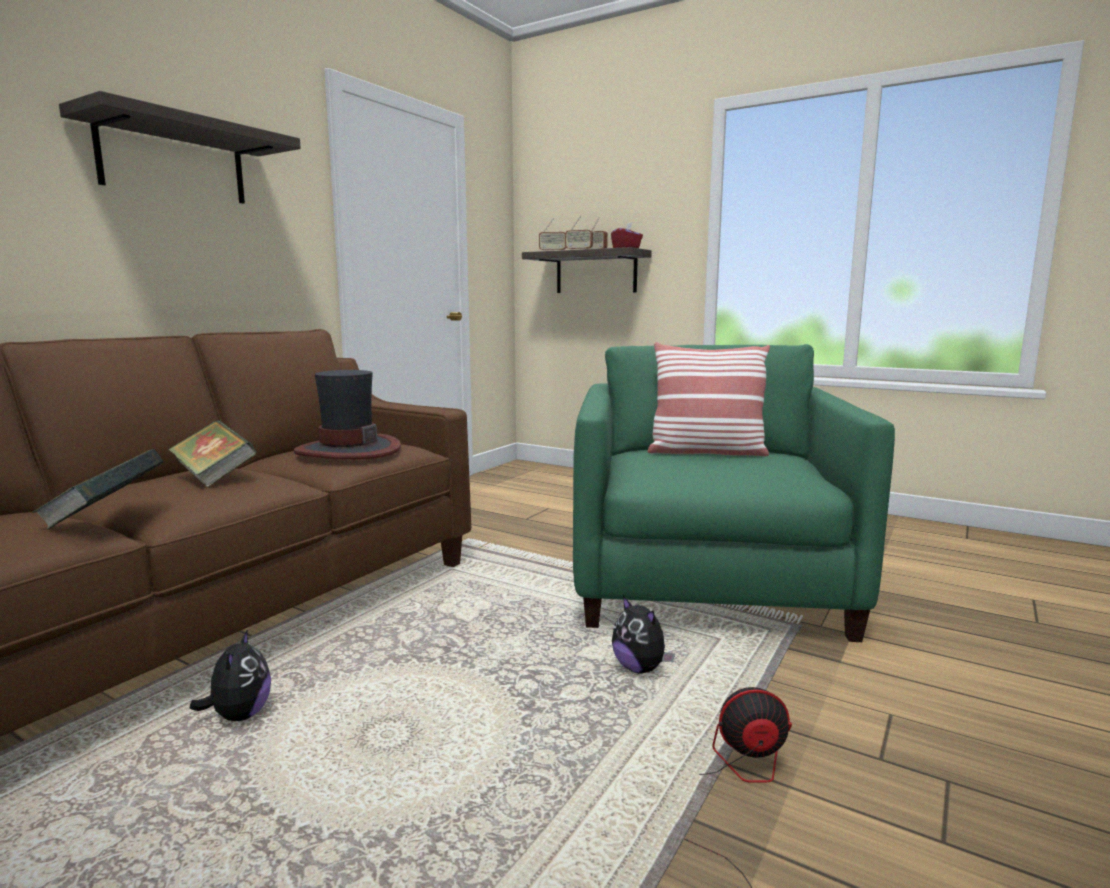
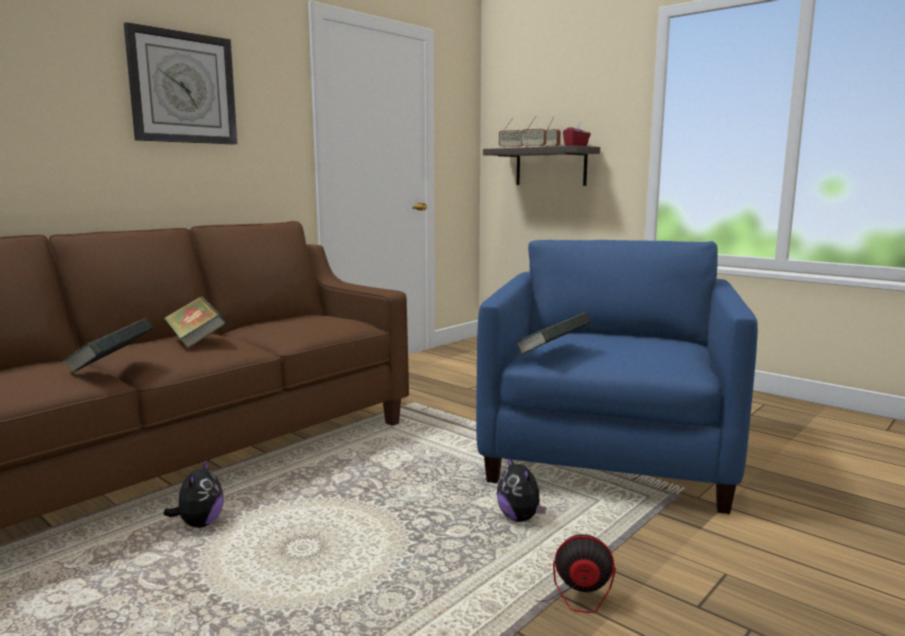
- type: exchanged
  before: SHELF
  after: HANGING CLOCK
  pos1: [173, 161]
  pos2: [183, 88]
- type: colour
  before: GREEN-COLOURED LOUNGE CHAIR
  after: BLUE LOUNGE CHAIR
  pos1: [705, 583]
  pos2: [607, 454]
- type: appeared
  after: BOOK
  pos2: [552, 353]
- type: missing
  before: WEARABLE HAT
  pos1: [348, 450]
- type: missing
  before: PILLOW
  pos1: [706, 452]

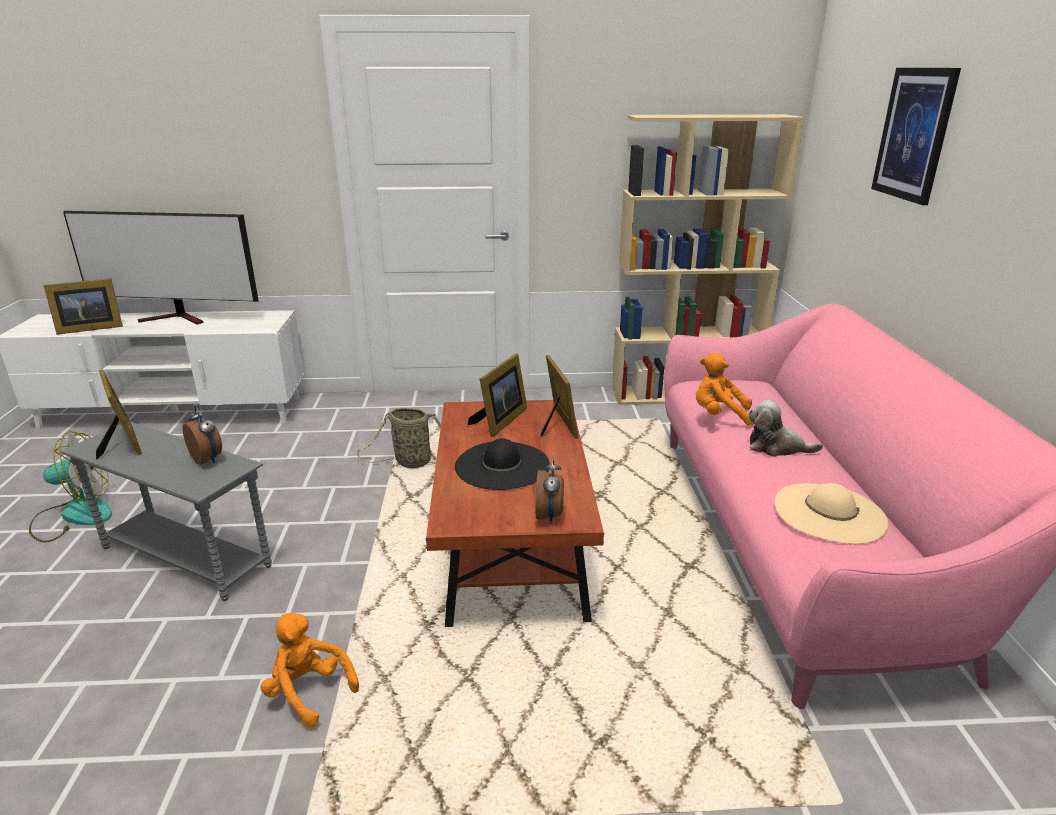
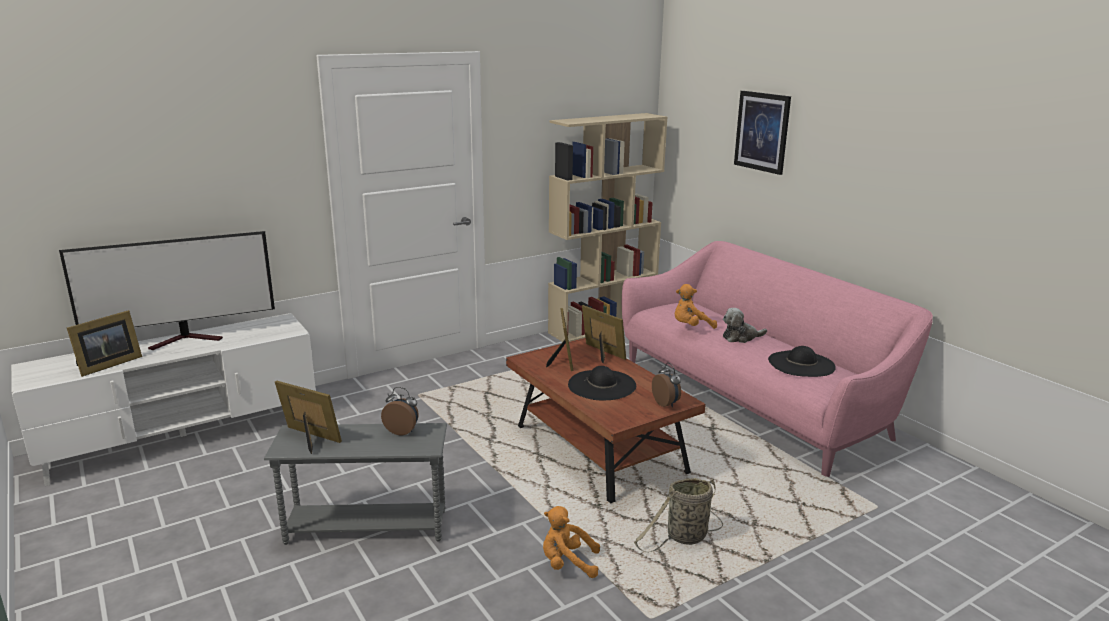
- type: relocated
  before: STORAGE BASKET
  pos1: [410, 462]
  pos2: [684, 538]
- type: colour
  before: SAND-COLOURED WEARABLE HAT
  after: BLACK WEARABLE HAT
  pos1: [829, 512]
  pos2: [801, 364]
- type: missing
  before: ELECTRIC FAN
  pos1: [74, 515]

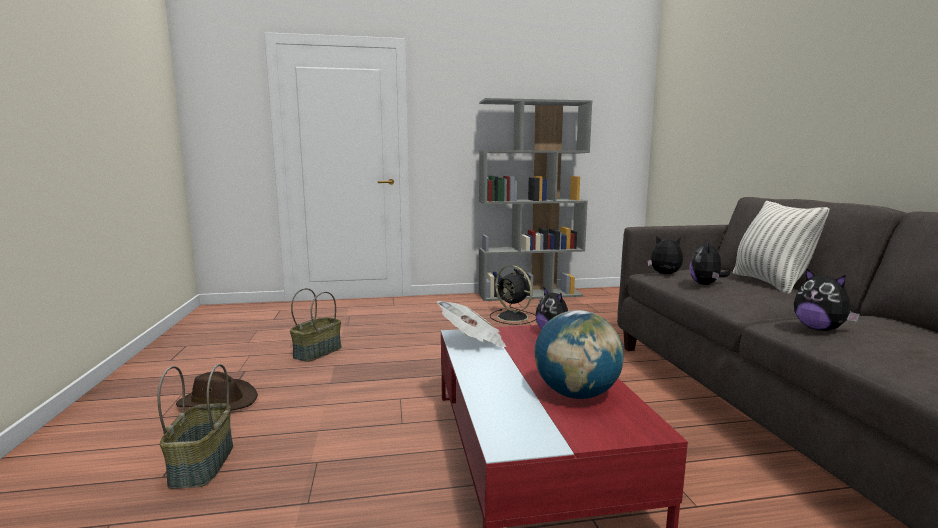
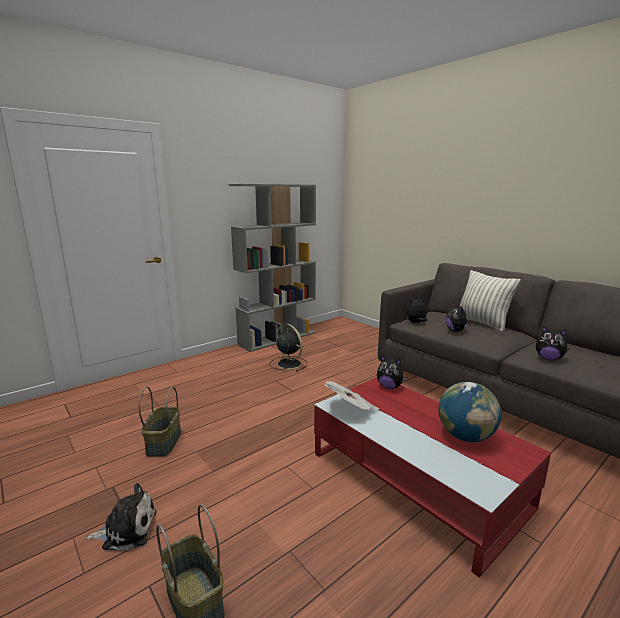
- type: exchanged
  before: BROWN-COLOURED WEARABLE HAT
  after: SOFT TOY
  pos1: [218, 401]
  pos2: [126, 529]
- type: spun
  before: BLACK ELECTRIC FAN
  pos1: [513, 317]
  pos2: [288, 363]
  turn: -150

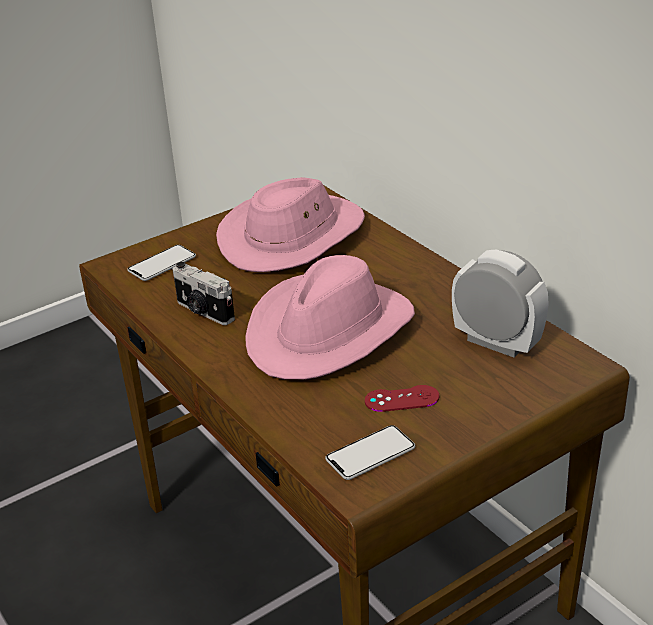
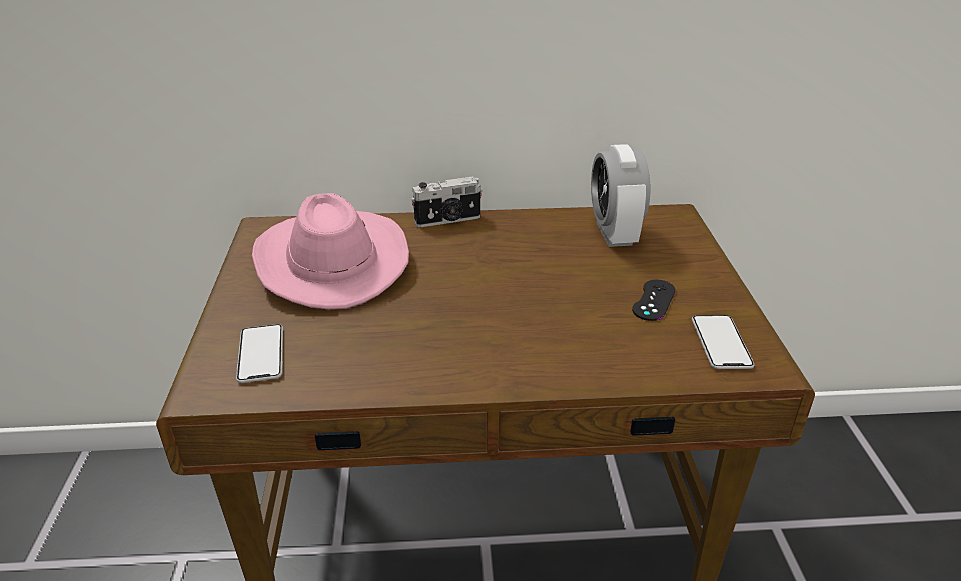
- type: relocated
  before: PHOTO CAMERA
  pos1: [204, 312]
  pos2: [448, 220]
- type: spun
  before: BEDSIDE CLOCK
  pos1: [496, 342]
  pos2: [614, 234]
  turn: -75
- type: colour
  before: RED JOYPAD
  after: BLACK JOYPAD
  pos1: [402, 399]
  pos2: [654, 300]
- type: missing
  before: PINK WEARABLE HAT
  pos1: [329, 332]

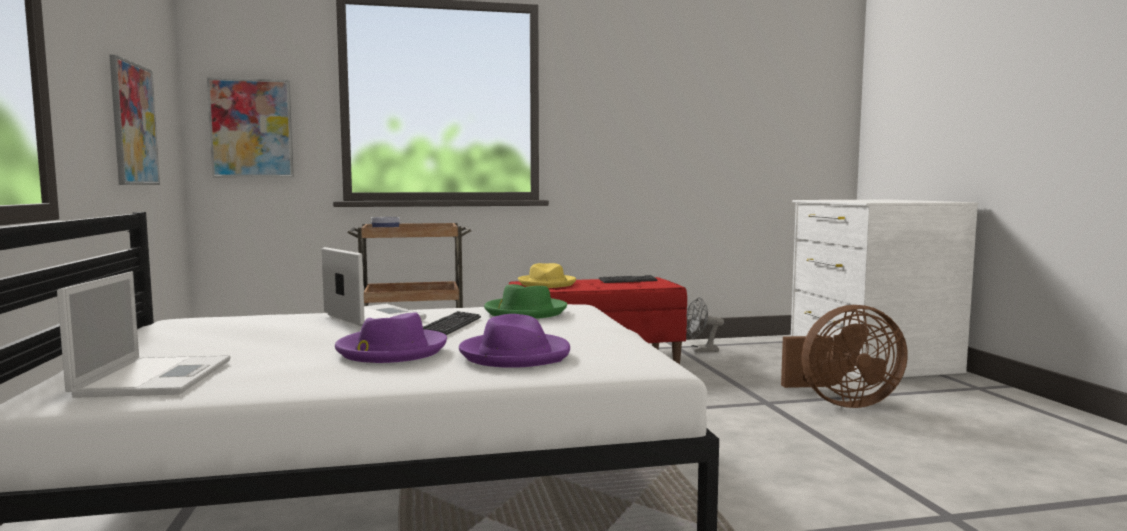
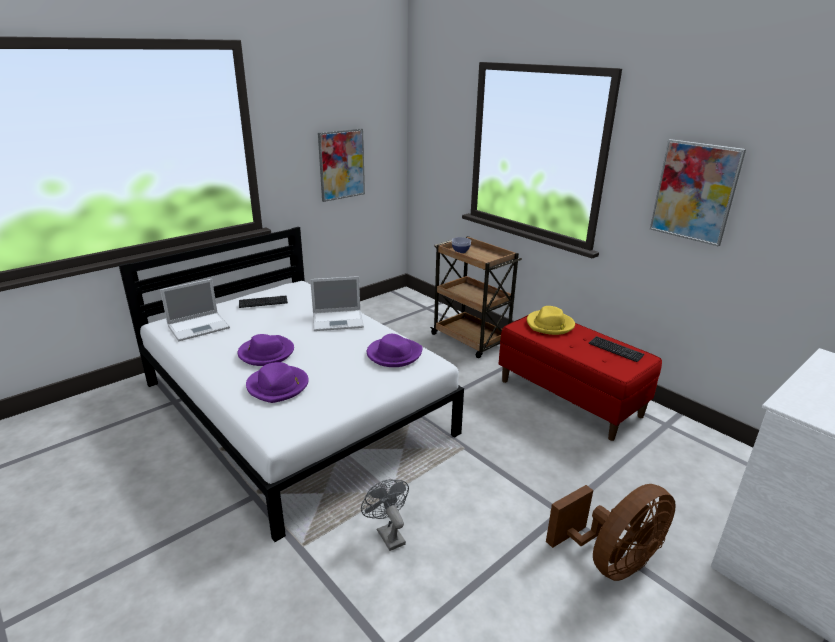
- type: relocated
  before: PC KEYBOARD
  pos1: [451, 325]
  pos2: [263, 302]
- type: spun
  before: NOTEBOOK COMPUTER
  pos1: [373, 317]
  pos2: [339, 320]
  turn: 60
- type: relocated
  before: GRAY ELECTRIC FAN
  pos1: [700, 350]
  pos2: [388, 534]
- type: colour
  before: GREEN-COLOURED WEARABLE HAT
  after: PURPLE-COLOURED WEARABLE HAT
  pos1: [525, 312]
  pos2: [394, 354]
- type: spun
  before: BROWN-COLOURED ELECTRIC FAN
  pos1: [841, 402]
  pos2: [611, 561]
  turn: -90
- type: relocated
  before: PICTURE
  pos1: [251, 128]
  pos2: [695, 192]

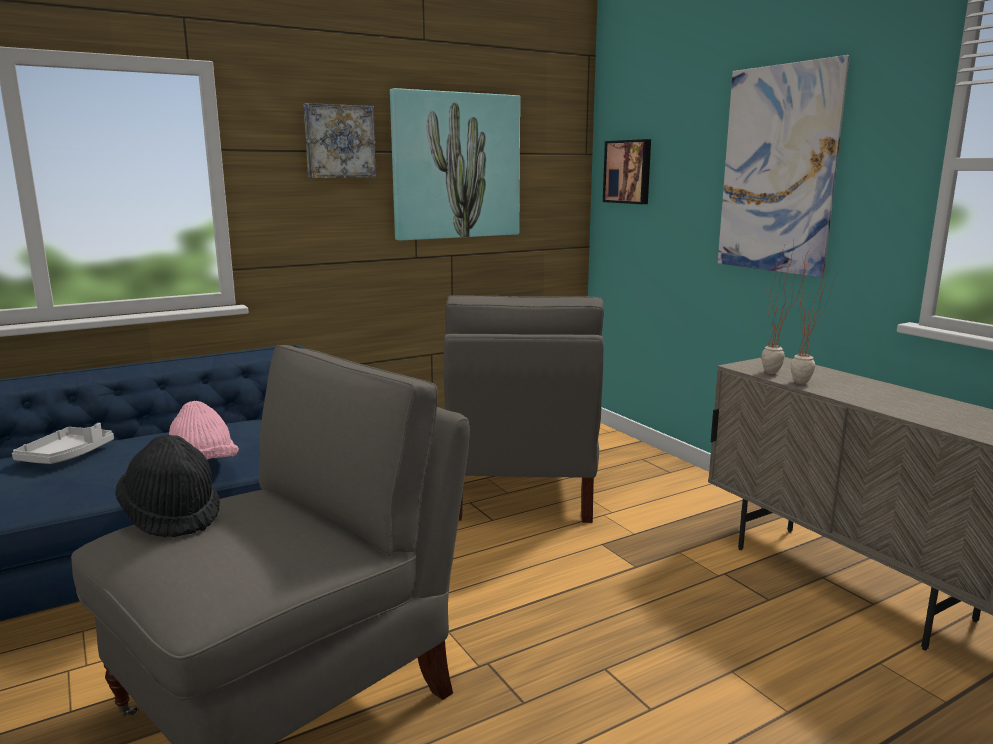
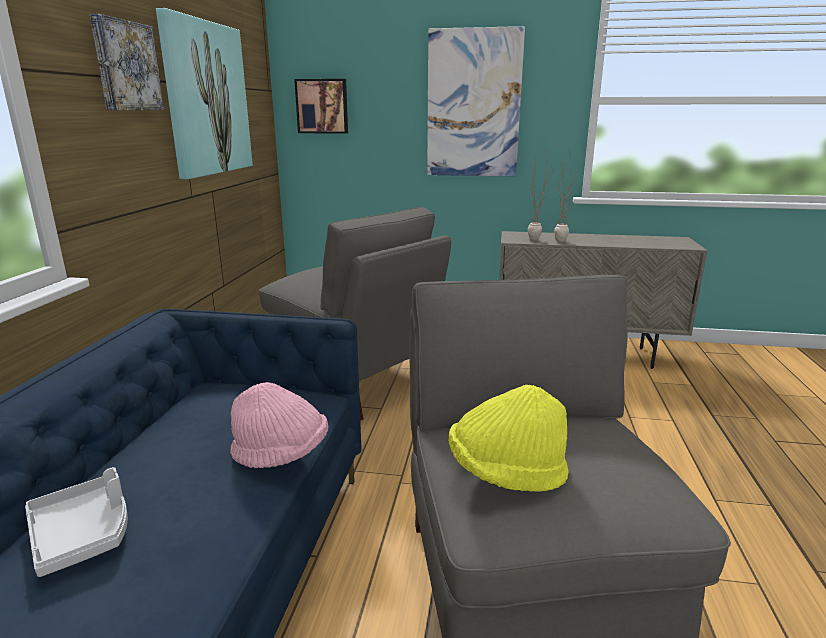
- type: colour
  before: BLACK WEARABLE HAT
  after: YELLOWISH WEARABLE HAT
  pos1: [172, 516]
  pos2: [506, 472]

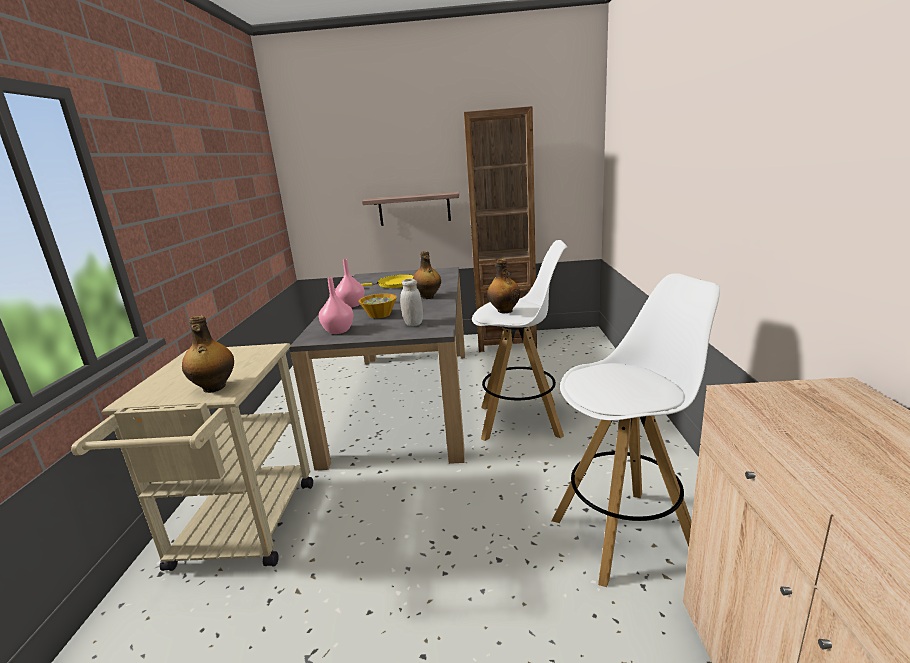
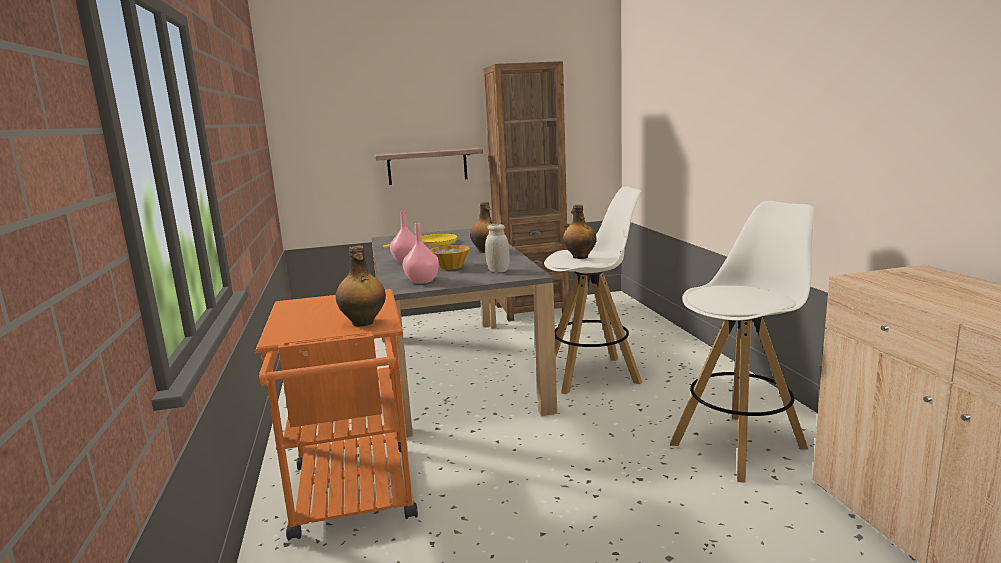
- type: colour
  before: SAND-COLOURED WHEELED CART
  after: ORANGEY WHEELED CART
  pos1: [240, 534]
  pos2: [354, 499]

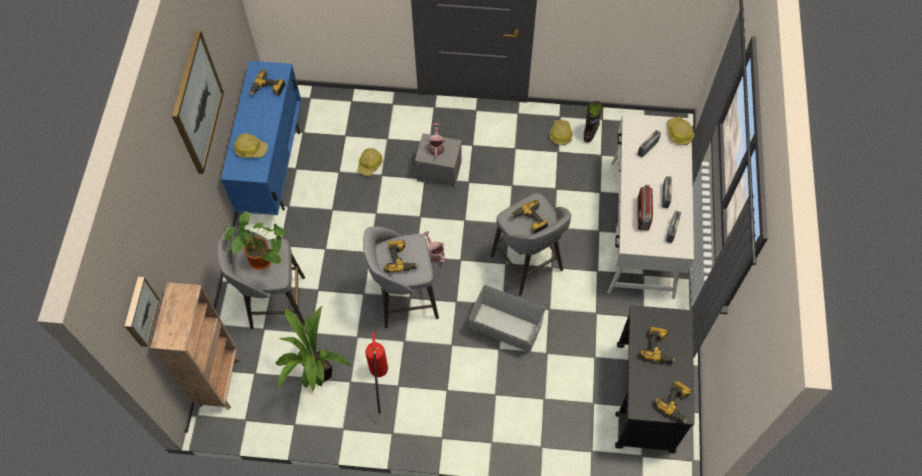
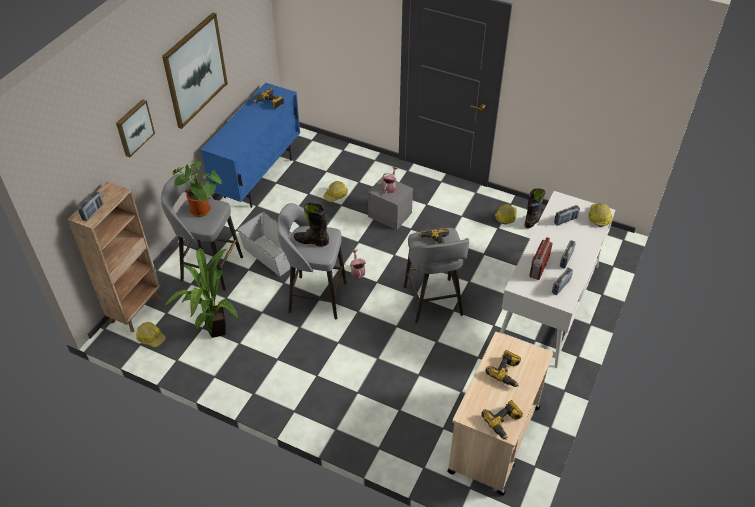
- type: appeared
  after: RADIO RECEIVER
  pos2: [93, 212]
- type: relocated
  before: PICTURE
  pos1: [139, 311]
  pos2: [134, 127]
- type: relocated
  before: SAFETY HELMET
  pos1: [250, 149]
  pos2: [151, 337]
- type: relocated
  before: GRAY STORAGE CONTAINER
  pos1: [505, 328]
  pos2: [271, 255]
- type: exchanged
  before: POWER DRILL
  after: BLACK BOOT
  pos1: [400, 259]
  pos2: [311, 241]
- type: colour
  before: BLACK WHEELED CART
  after: SAND-COLOURED WHEELED CART
  pos1: [644, 398]
  pos2: [494, 439]
- type: missing
  before: FIRE EXTINGUISHER
  pos1: [379, 379]

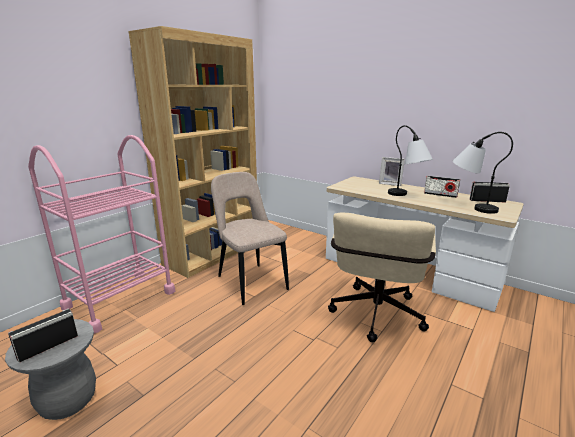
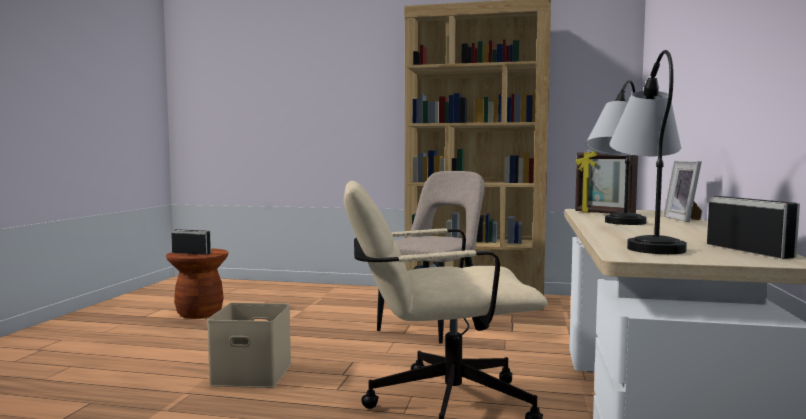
- type: colour
  before: GRAY SITTING STOOL
  after: BROWN-COLOURED SITTING STOOL
  pos1: [68, 400]
  pos2: [199, 313]
- type: appeared
  after: SAND-COLOURED STORAGE CONTAINER
  pos2: [254, 373]
- type: appeared
  after: PICTURE FRAME
  pos2: [603, 213]
- type: missing
  before: PINK WHEELED CART
  pos1: [120, 299]
- type: missing
  before: RADIO RECEIVER
  pos1: [440, 195]

